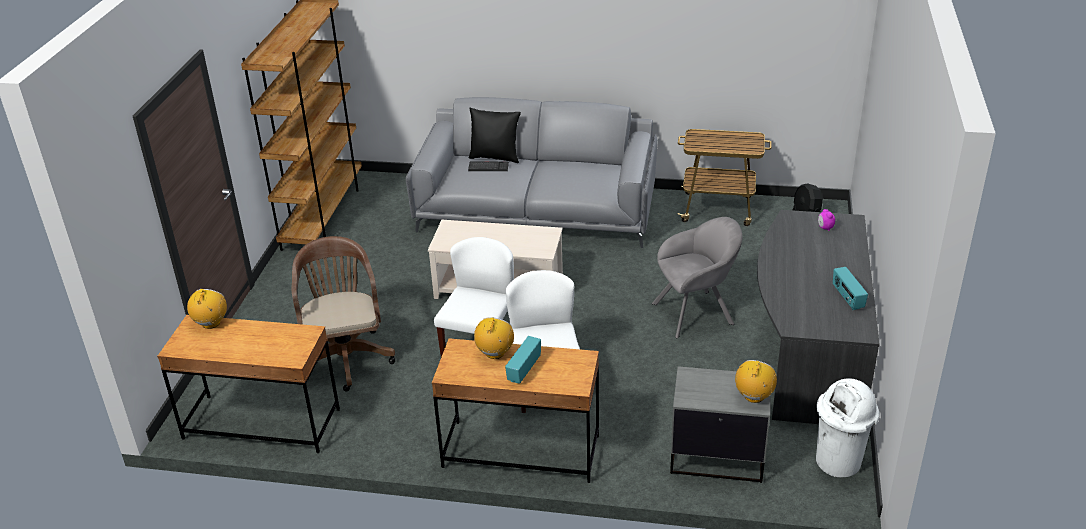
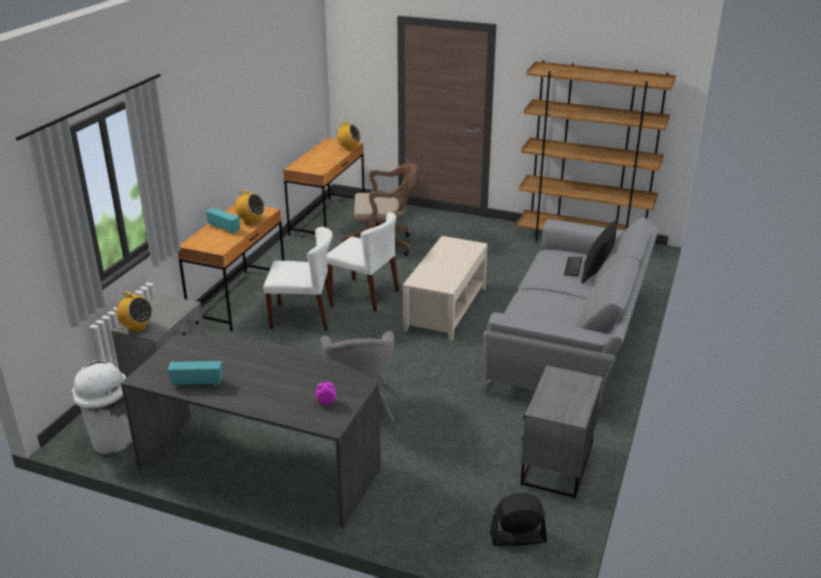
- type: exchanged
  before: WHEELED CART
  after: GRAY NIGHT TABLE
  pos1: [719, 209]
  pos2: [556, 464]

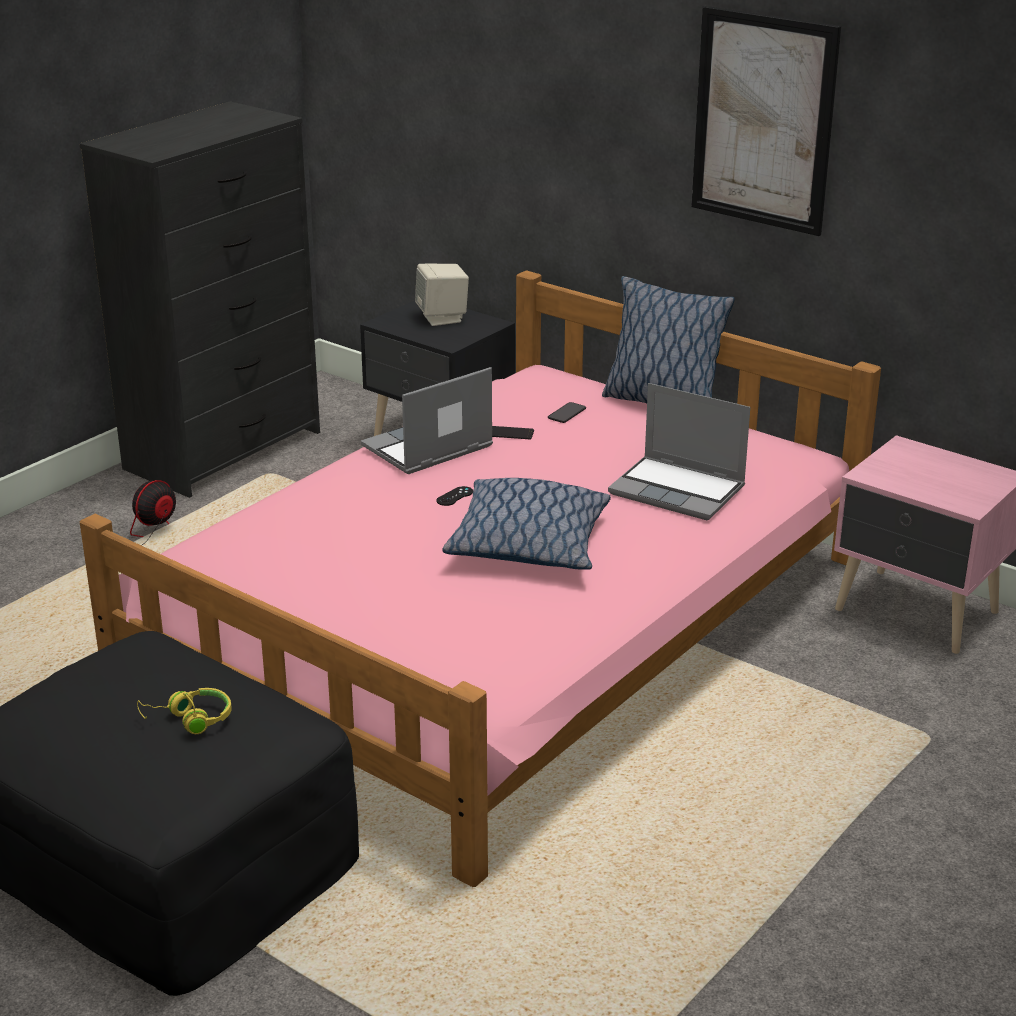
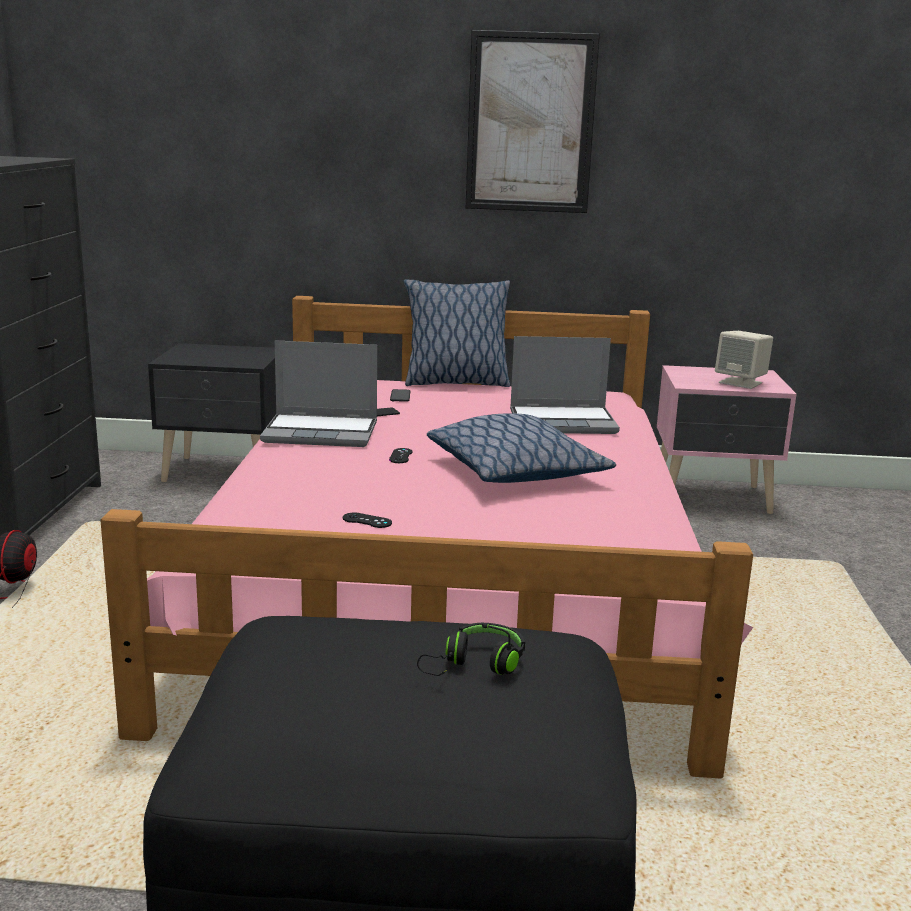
- type: spun
  before: NOTEBOOK COMPUTER
  pos1: [427, 448]
  pos2: [322, 433]
  turn: -105
- type: appeared
  after: BLACK JOYPAD
  pos2: [367, 521]
- type: colour
  before: YELLOWISH HEADSET
  after: BLACK HEADSET
  pos1: [189, 720]
  pos2: [476, 665]
- type: relocated
  before: SAND-COLOURED AUDIO SPEAKER
  pos1: [442, 318]
  pos2: [741, 383]

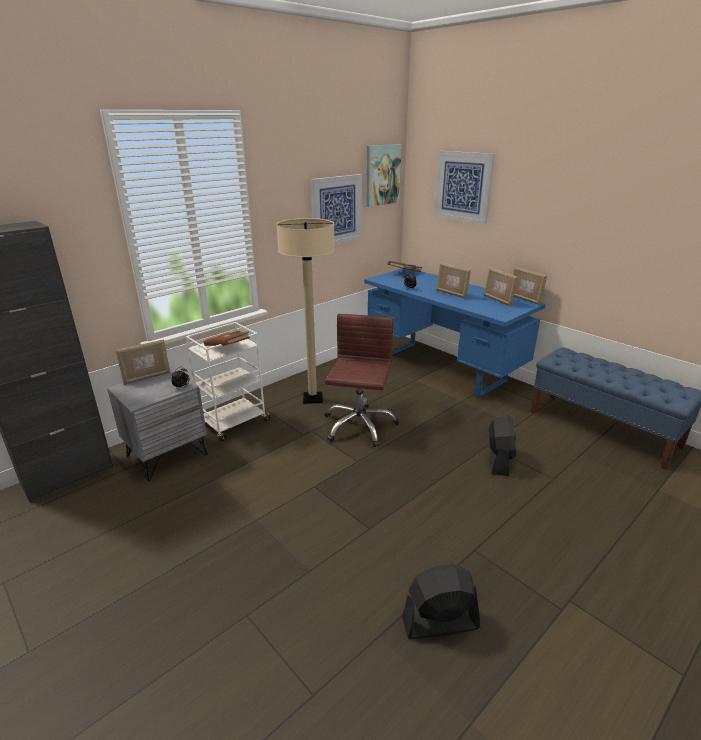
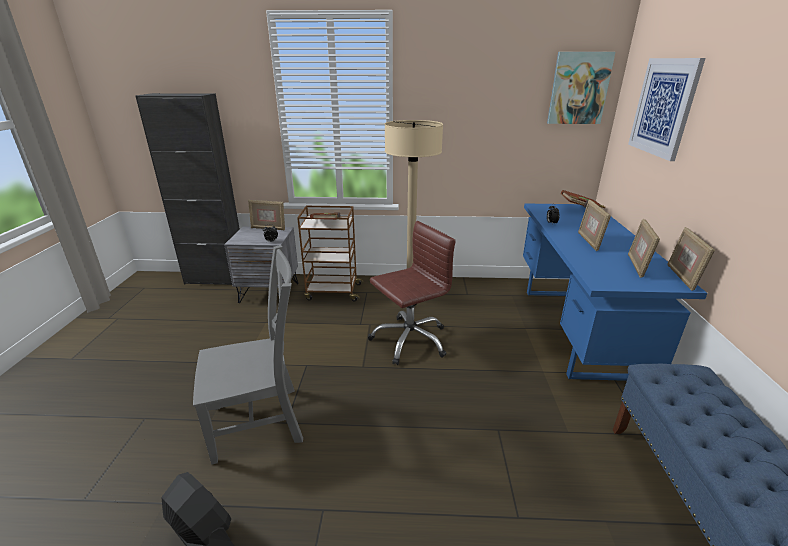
- type: appeared
  after: GRAY PLAIN CHAIR
  pos2: [262, 422]
- type: colour
  before: WHITISH WHEELED CART
  after: BROWN-COLOURED WHEELED CART
  pos1: [234, 423]
  pos2: [333, 292]
- type: missing
  before: PICTURE
  pos1: [336, 210]
- type: missing
  before: BLACK ELECTRIC FAN
  pos1: [499, 460]

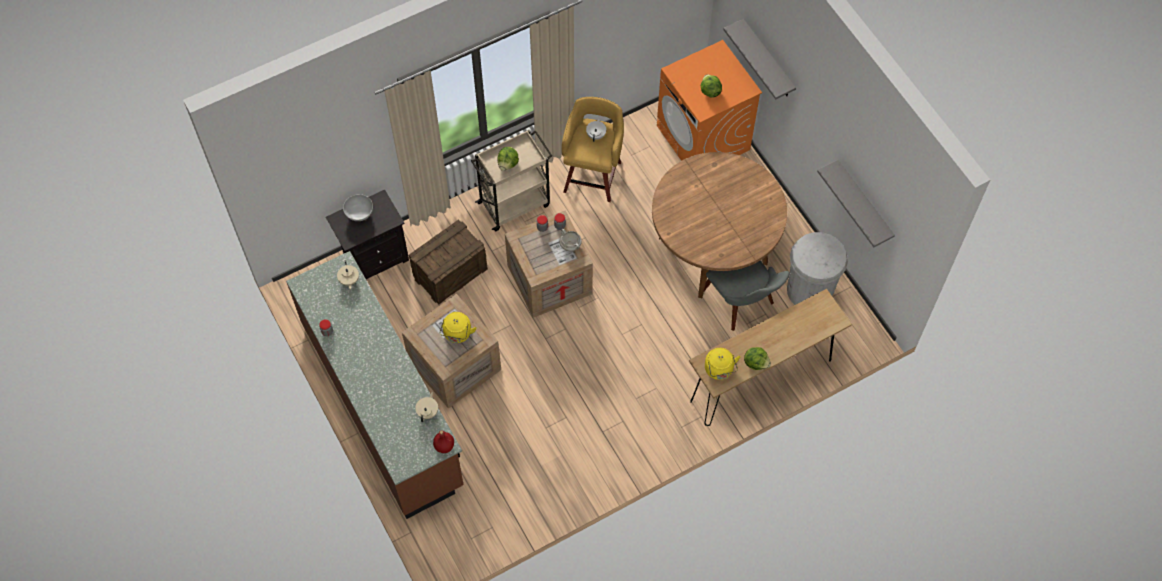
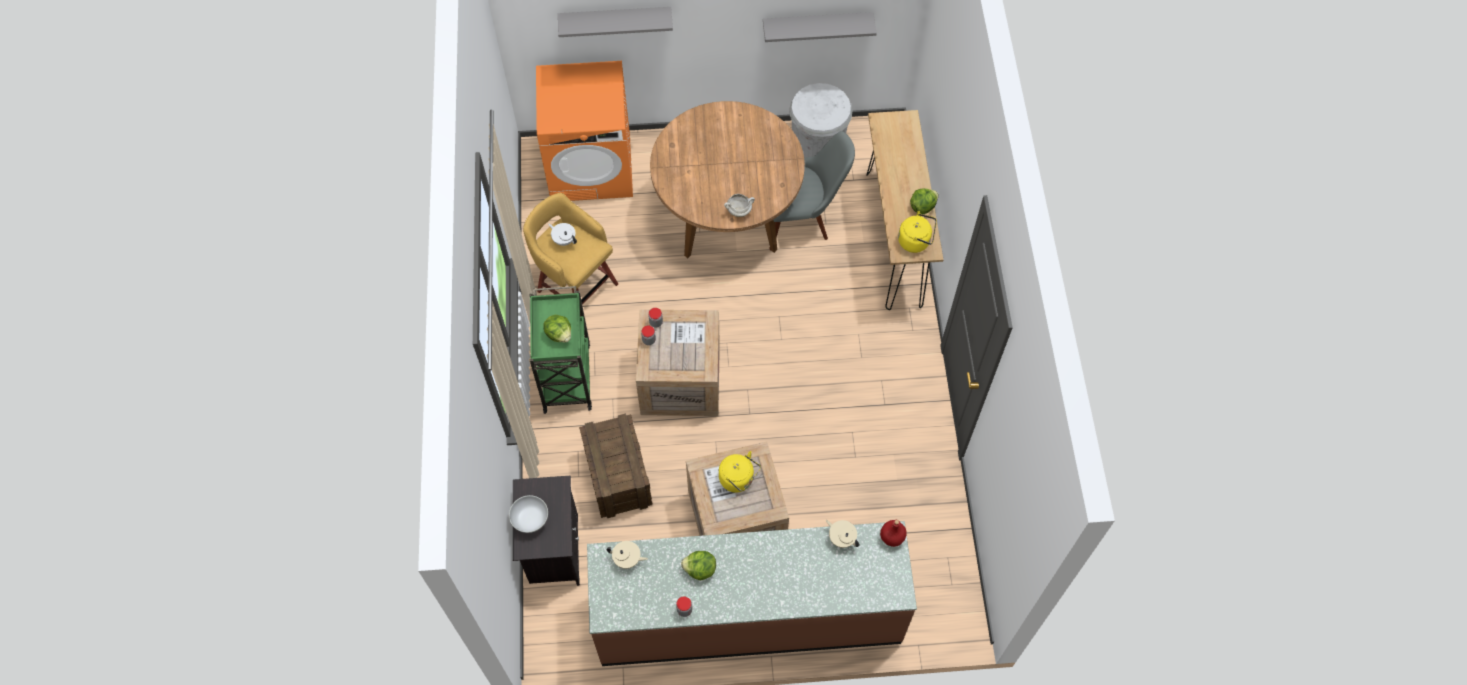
- type: colour
  before: SAND-COLOURED WHEELED CART
  after: GREEN-COLOURED WHEELED CART
  pos1: [515, 203]
  pos2: [566, 375]
- type: relocated
  before: LETTUCE HEAD
  pos1: [710, 91]
  pos2: [700, 569]
- type: relocated
  before: WHITISH STOCKPOT
  pos1: [571, 245]
  pos2: [739, 210]

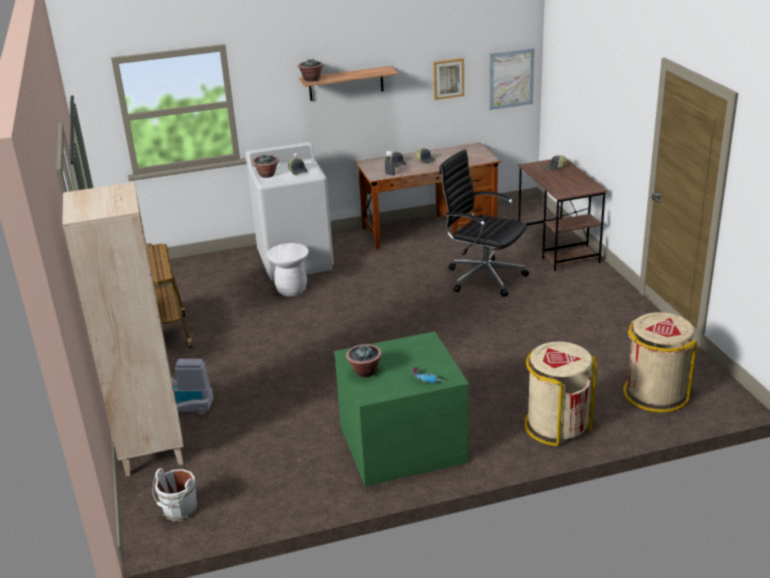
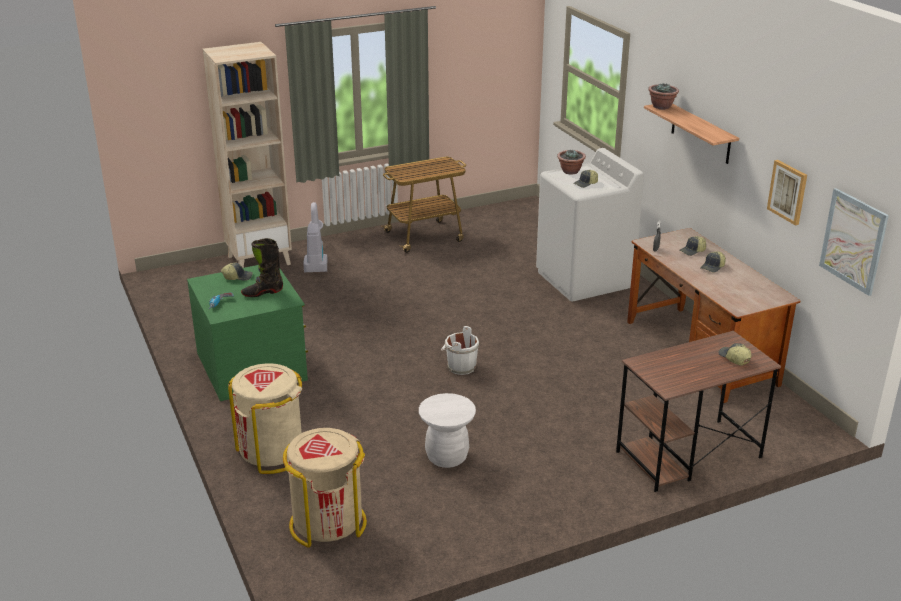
- type: exchanged
  before: POTTED PLANT
  after: BASEBALL CAP
  pos1: [365, 372]
  pos2: [238, 277]
- type: appeared
  after: BLACK BOOT
  pos2: [262, 292]
- type: relocated
  before: WHITISH SITTING STOOL
  pos1: [291, 290]
  pos2: [447, 457]
- type: relocated
  before: WHITISH WATER BUCKET
  pos1: [179, 511]
  pos2: [460, 367]
- type: missing
  before: BLACK COMPUTER CHAIR
  pos1: [483, 277]

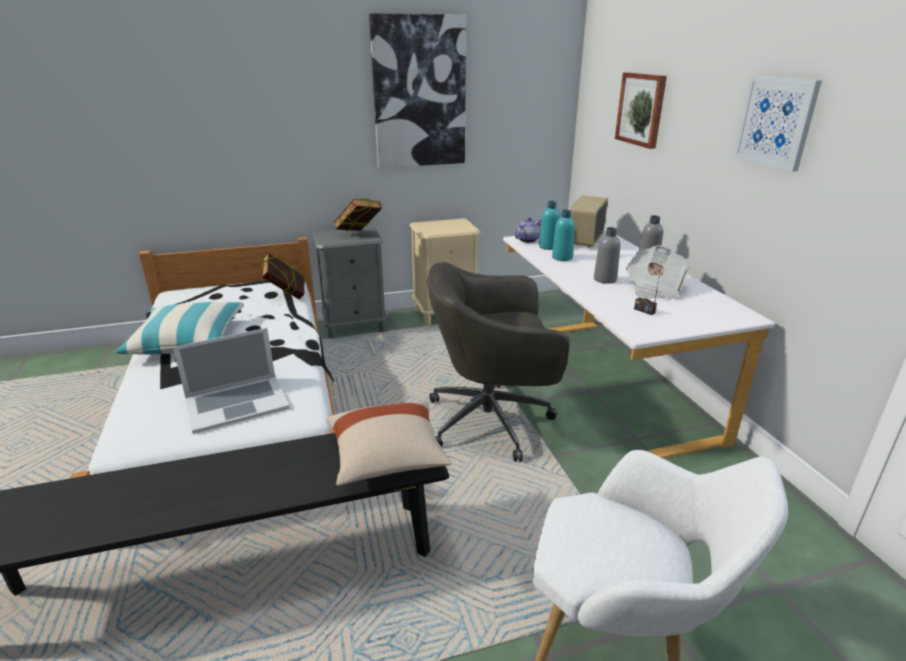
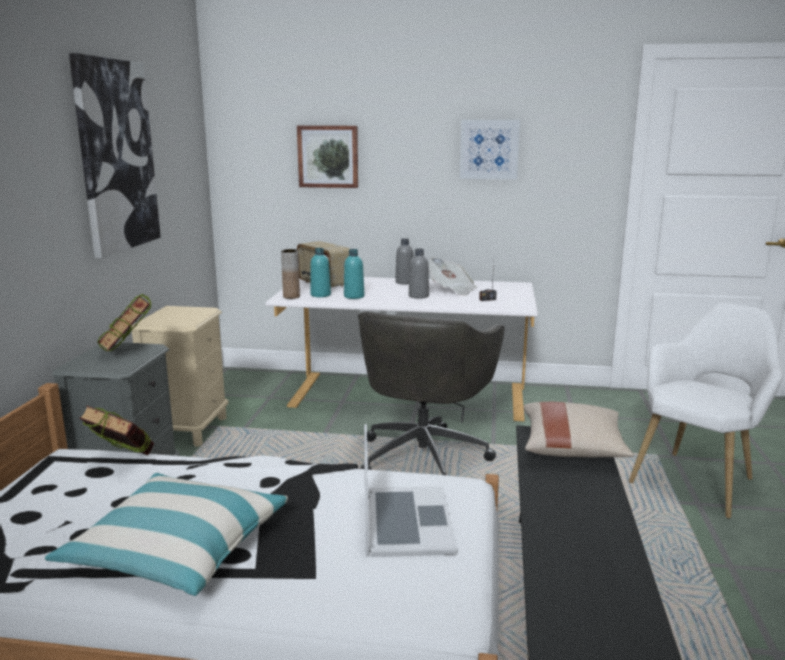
- type: exchanged
  before: POT FOR TEA
  after: BROWN-COLOURED DECORATIVE VASE
  pos1: [528, 240]
  pos2: [291, 297]

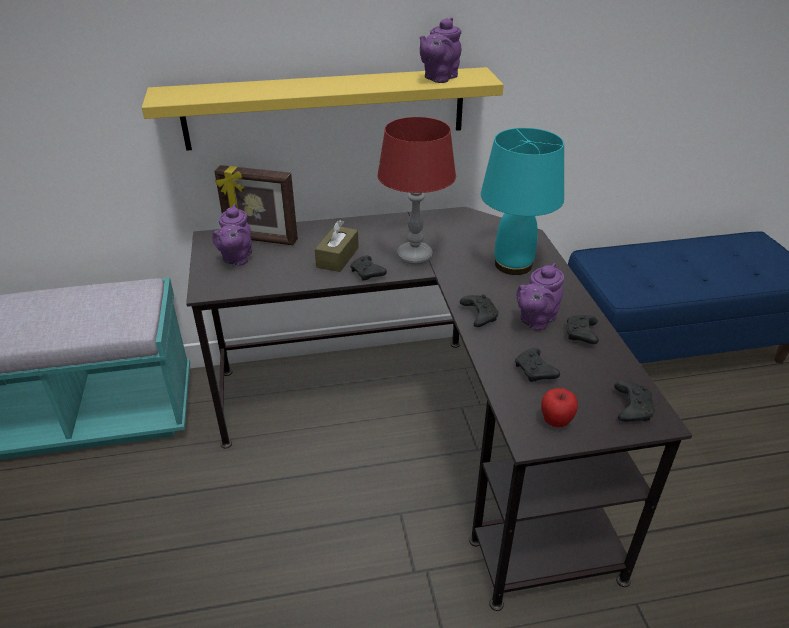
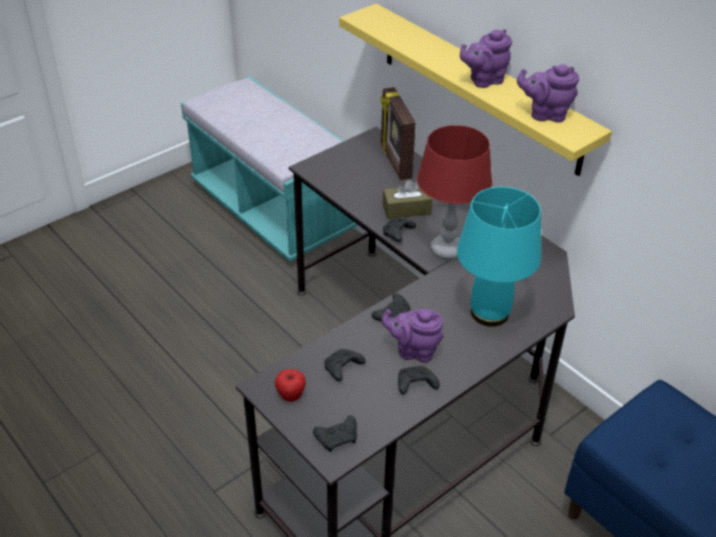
- type: relocated
  before: PURPLE-COLOURED POT FOR TEA
  pos1: [236, 258]
  pos2: [484, 80]

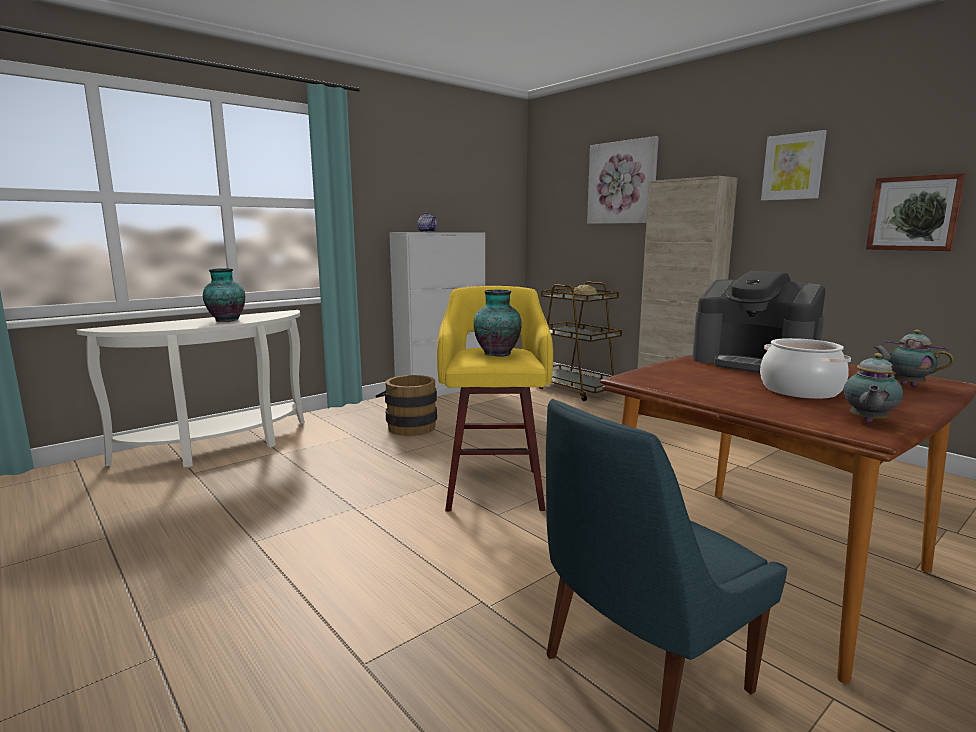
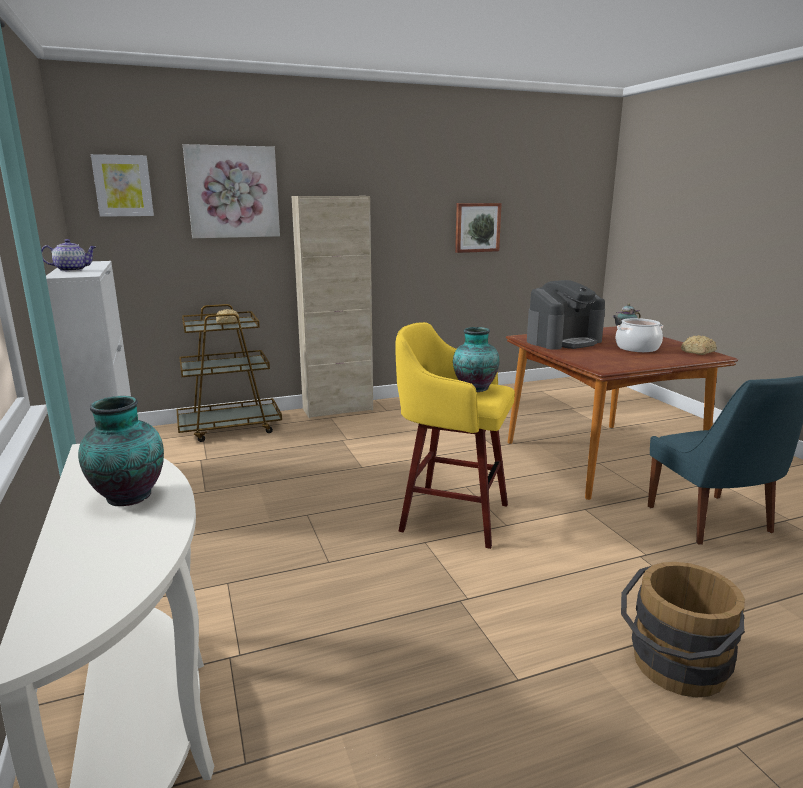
- type: relocated
  before: PICTURE
  pos1: [793, 167]
  pos2: [123, 186]
- type: relocated
  before: BROWN-COLOURED WATER BUCKET
  pos1: [408, 427]
  pos2: [673, 668]
- type: exchanged
  before: POT FOR TEA
  after: BREAD
  pos1: [867, 421]
  pos2: [697, 352]

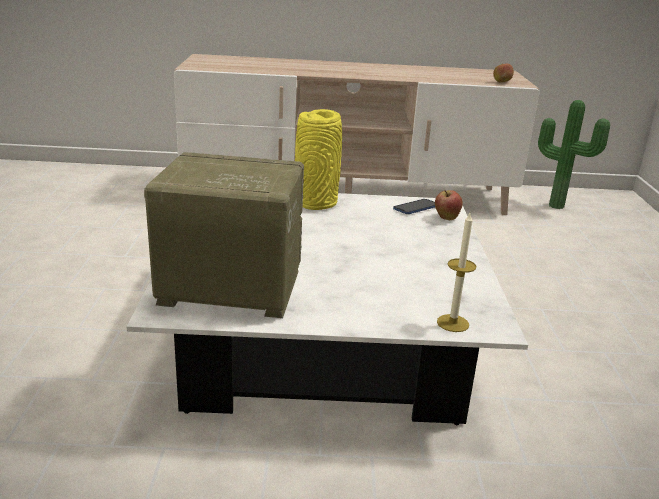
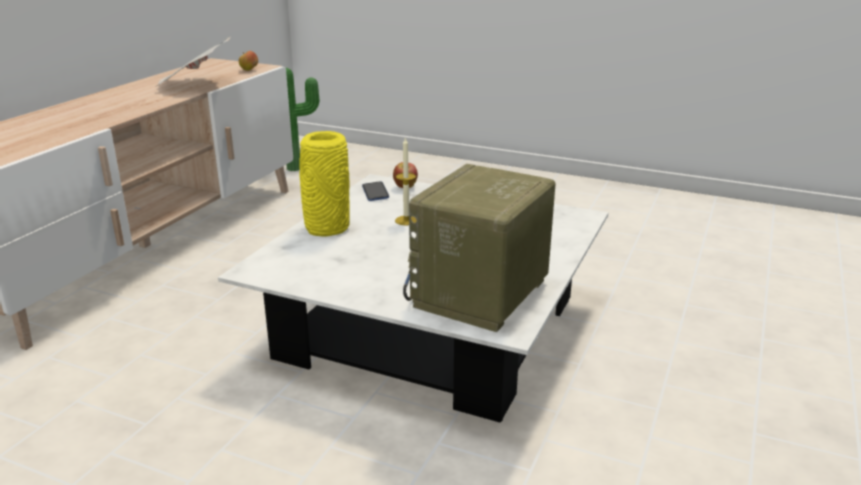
- type: appeared
  after: NEWSPAPER
  pos2: [194, 85]
- type: relocated
  before: WAX LIGHT
  pos1: [453, 323]
  pos2: [406, 220]

